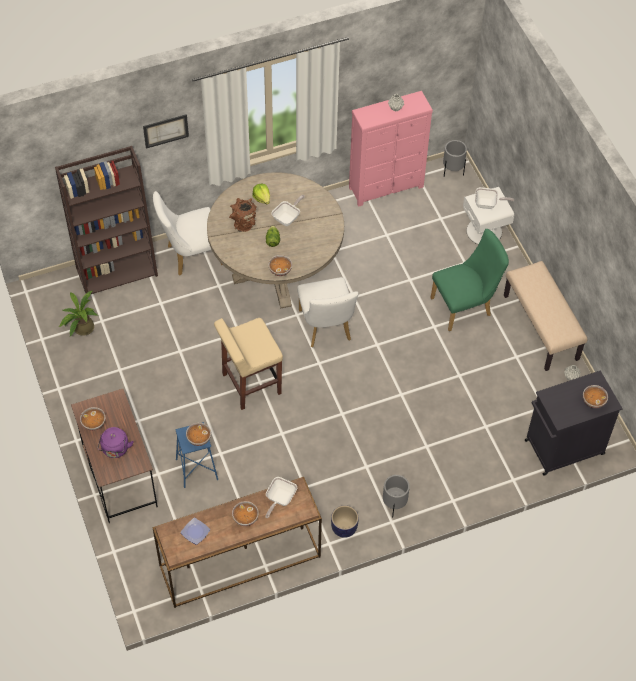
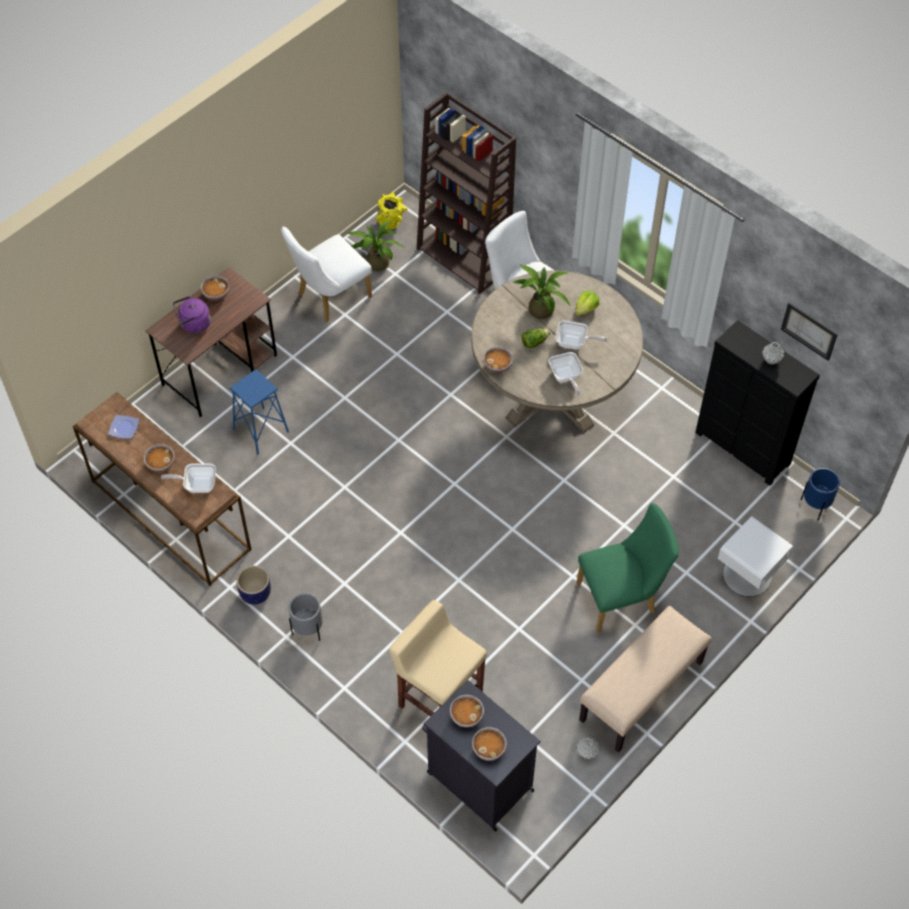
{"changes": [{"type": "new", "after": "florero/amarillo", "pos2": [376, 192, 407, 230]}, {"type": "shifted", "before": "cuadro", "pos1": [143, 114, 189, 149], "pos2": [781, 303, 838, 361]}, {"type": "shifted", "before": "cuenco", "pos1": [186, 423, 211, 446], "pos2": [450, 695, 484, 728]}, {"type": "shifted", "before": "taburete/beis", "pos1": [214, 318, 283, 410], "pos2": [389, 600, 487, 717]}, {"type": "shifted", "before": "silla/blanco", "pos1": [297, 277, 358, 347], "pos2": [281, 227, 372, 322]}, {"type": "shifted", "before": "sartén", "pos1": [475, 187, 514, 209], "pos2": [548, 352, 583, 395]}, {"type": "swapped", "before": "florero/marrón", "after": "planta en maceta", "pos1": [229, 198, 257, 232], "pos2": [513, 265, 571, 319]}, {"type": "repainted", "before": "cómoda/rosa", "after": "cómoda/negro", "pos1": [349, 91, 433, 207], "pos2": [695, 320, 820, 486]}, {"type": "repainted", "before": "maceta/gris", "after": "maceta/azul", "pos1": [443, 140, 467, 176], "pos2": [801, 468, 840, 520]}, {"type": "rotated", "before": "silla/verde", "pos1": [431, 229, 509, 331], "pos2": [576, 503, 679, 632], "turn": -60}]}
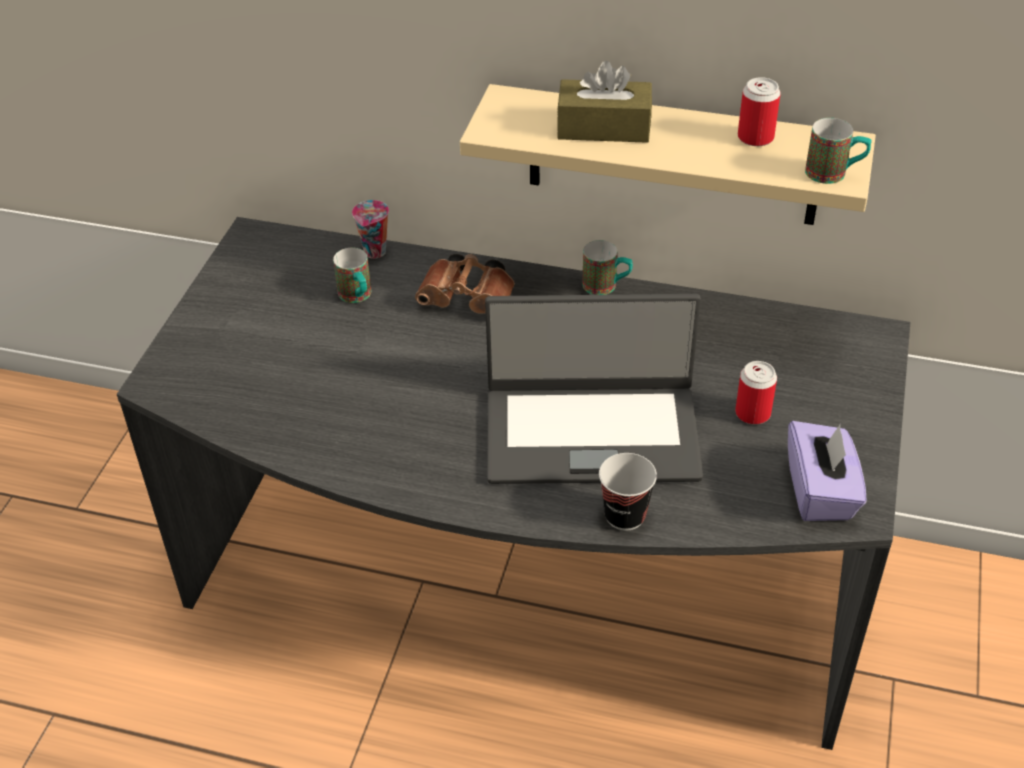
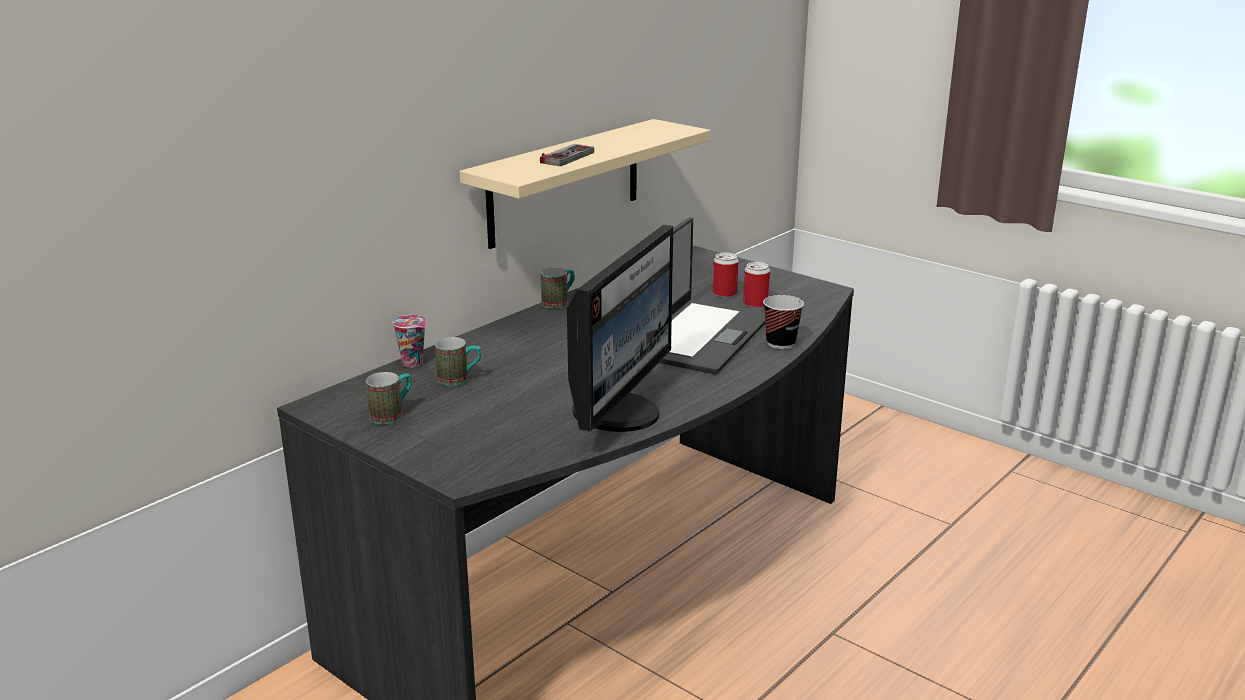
{"changes": [{"type": "gone", "before": "prismáticos/marrón", "pos1": [415, 254, 515, 313]}, {"type": "gone", "before": "caja de pañuelos/morado", "pos1": [788, 421, 867, 521]}, {"type": "new", "after": "monitor", "pos2": [567, 225, 673, 432]}, {"type": "shifted", "before": "lata", "pos1": [738, 77, 781, 146], "pos2": [743, 262, 770, 308]}, {"type": "shifted", "before": "taza grande", "pos1": [805, 118, 872, 184], "pos2": [366, 372, 411, 424]}, {"type": "swapped", "before": "caja de pañuelos/marrón", "after": "mando de consola", "pos1": [557, 61, 652, 143], "pos2": [540, 144, 594, 166]}]}
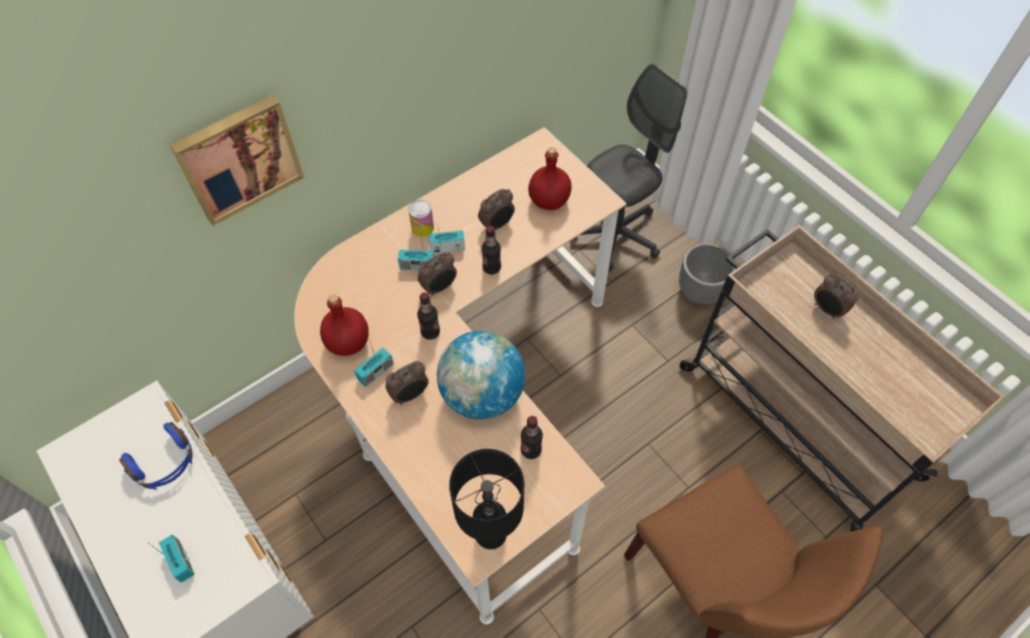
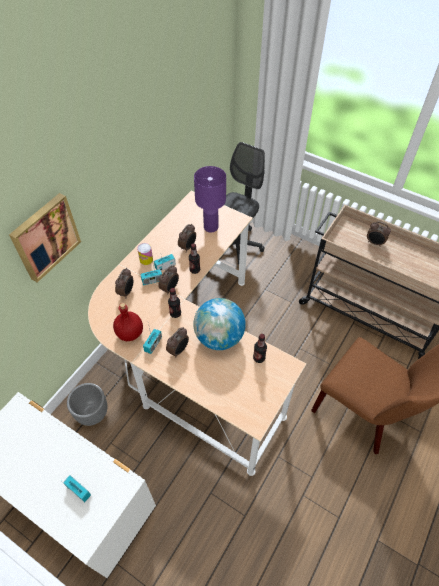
{"changes": [{"type": "gone", "before": "auriculares/azul", "pos1": [119, 422, 193, 490]}, {"type": "gone", "before": "lámpara de mesa/negro", "pos1": [449, 449, 524, 549]}, {"type": "new", "after": "despertador", "pos2": [115, 268, 133, 297]}, {"type": "shifted", "before": "maceta/gris", "pos1": [679, 243, 736, 304], "pos2": [67, 383, 107, 426]}, {"type": "swapped", "before": "botella/rojo", "after": "lámpara de mesa/morado", "pos1": [528, 147, 572, 210], "pos2": [194, 166, 226, 233]}]}
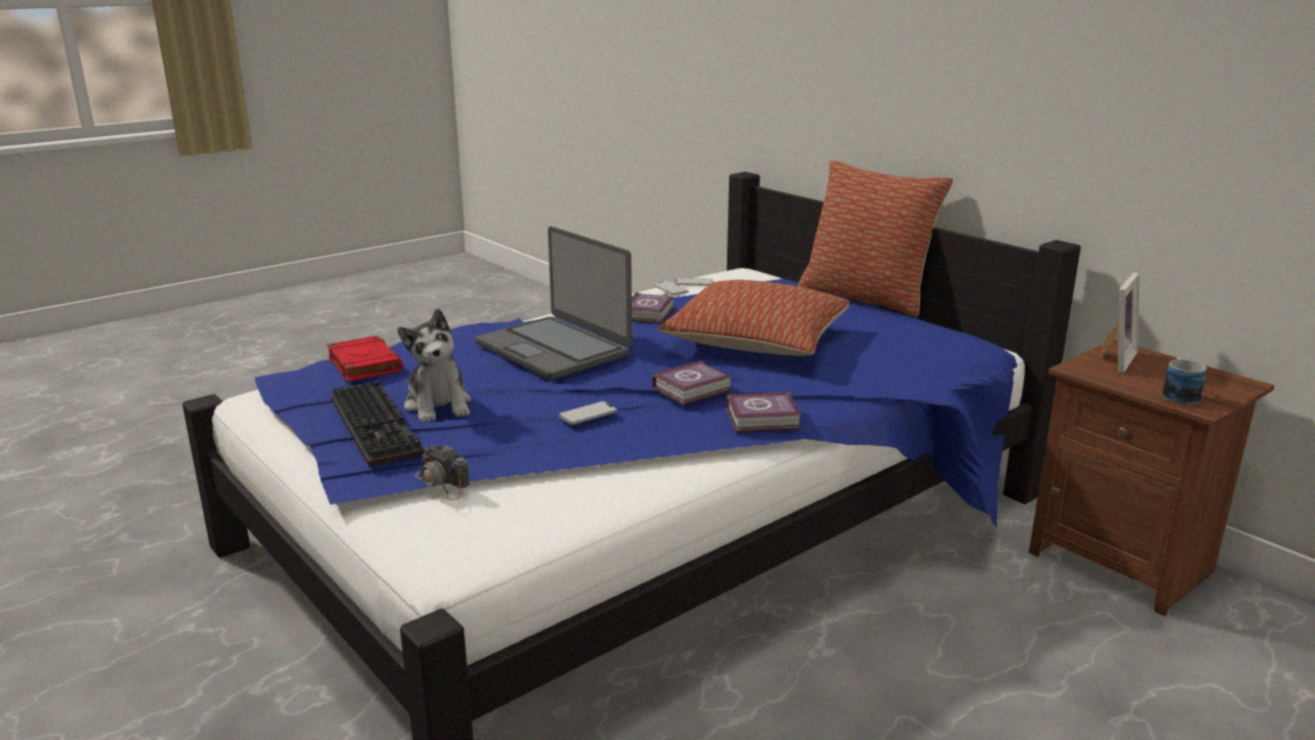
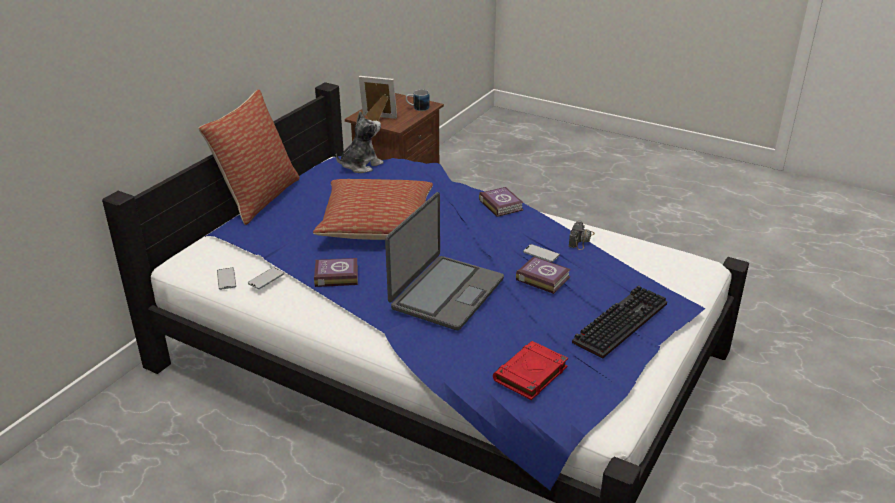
{"changes": [{"type": "shifted", "before": "peluche", "pos1": [397, 309, 471, 423], "pos2": [336, 111, 383, 173]}, {"type": "shifted", "before": "cámara", "pos1": [415, 445, 470, 500], "pos2": [569, 220, 595, 250]}, {"type": "shifted", "before": "libro", "pos1": [652, 360, 732, 405], "pos2": [516, 256, 571, 294]}]}
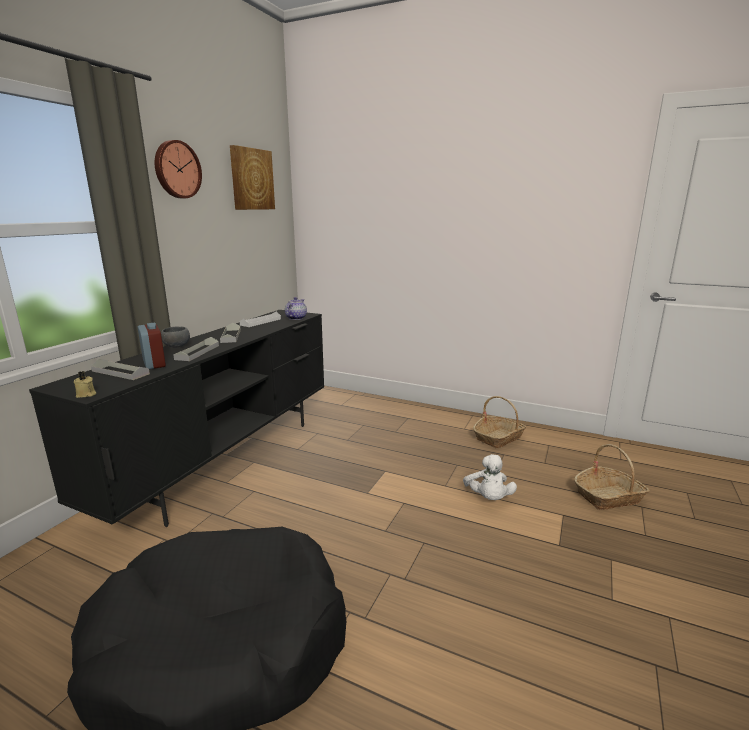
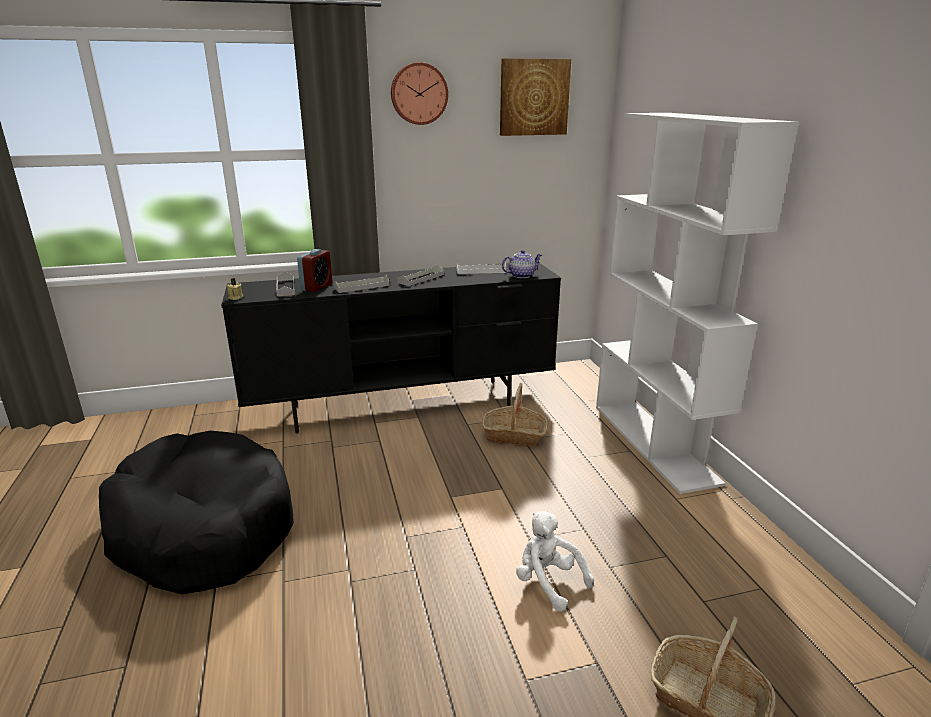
{"changes": [{"type": "gone", "before": "cuenco/gris", "pos1": [161, 327, 190, 347]}, {"type": "new", "after": "estantería/blanco", "pos2": [596, 113, 799, 494]}, {"type": "shifted", "before": "cesta", "pos1": [473, 396, 526, 448], "pos2": [482, 383, 548, 446]}, {"type": "rotated", "before": "peluche/blanco", "pos1": [463, 454, 517, 500], "pos2": [516, 511, 594, 612], "turn": 90}]}
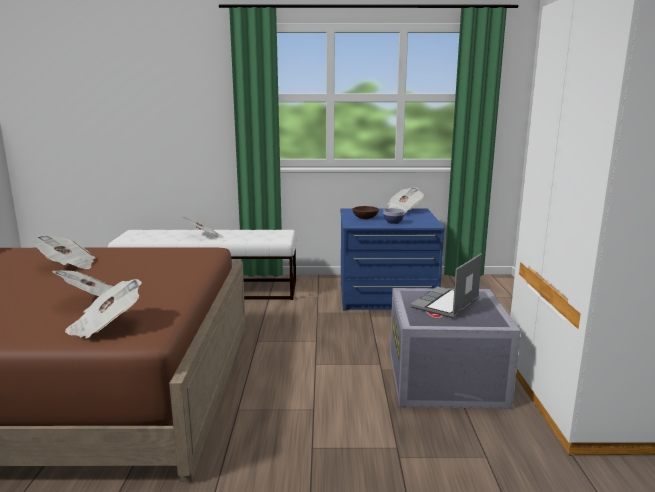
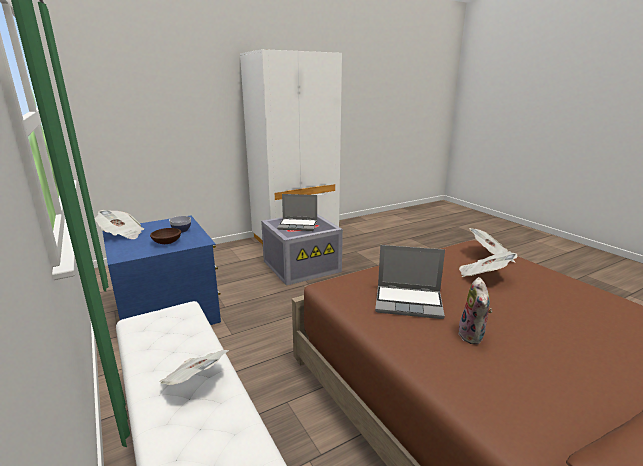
{"changes": [{"type": "new", "after": "portátil", "pos2": [375, 245, 445, 319]}, {"type": "swapped", "before": "periódico", "after": "peluche", "pos1": [35, 235, 95, 269], "pos2": [458, 277, 492, 345]}]}
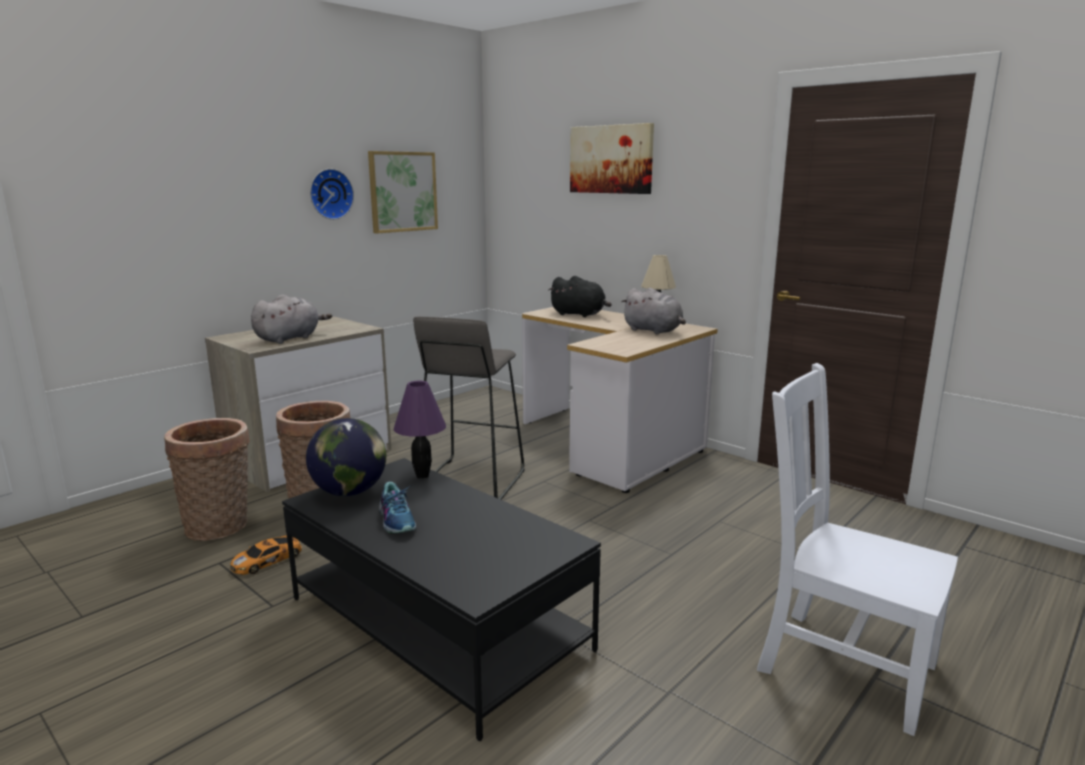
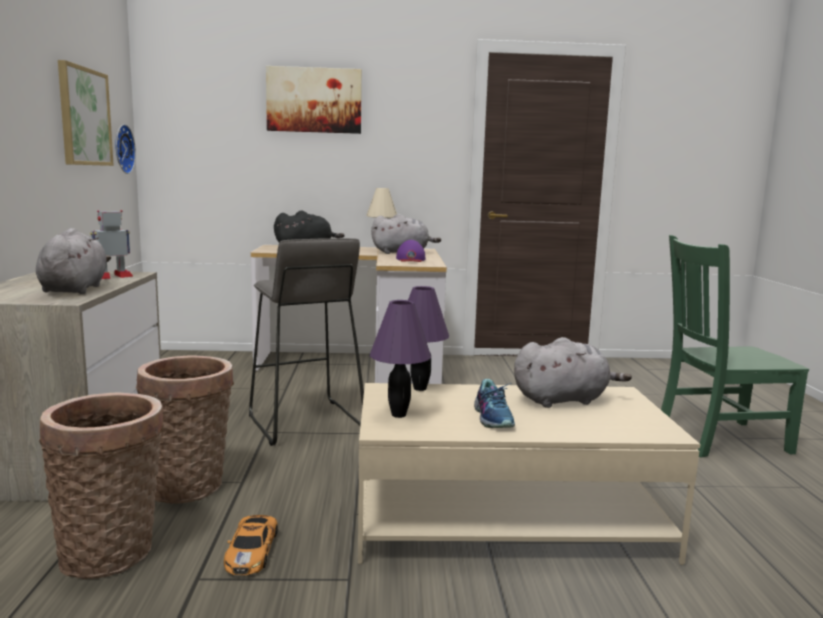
{"changes": [{"type": "new", "after": "robot de juguete", "pos2": [90, 210, 134, 279]}, {"type": "new", "after": "gorra/morado", "pos2": [396, 240, 425, 262]}, {"type": "new", "after": "peluche/gris", "pos2": [514, 337, 632, 408]}, {"type": "shifted", "before": "reloj de pared", "pos1": [310, 169, 354, 220], "pos2": [115, 124, 136, 174]}, {"type": "swapped", "before": "globo terráqueo", "after": "lámpara de mesa/morado", "pos1": [306, 418, 386, 496], "pos2": [370, 300, 431, 418]}, {"type": "repainted", "before": "mesa de centro/negro", "after": "mesa de centro/beis", "pos1": [282, 458, 601, 741], "pos2": [358, 383, 700, 565]}, {"type": "repainted", "before": "silla/blanco", "after": "silla/verde", "pos1": [757, 363, 958, 736], "pos2": [661, 235, 809, 457]}, {"type": "rotated", "before": "zapato", "pos1": [379, 482, 416, 534], "pos2": [474, 379, 515, 428], "turn": 60}]}
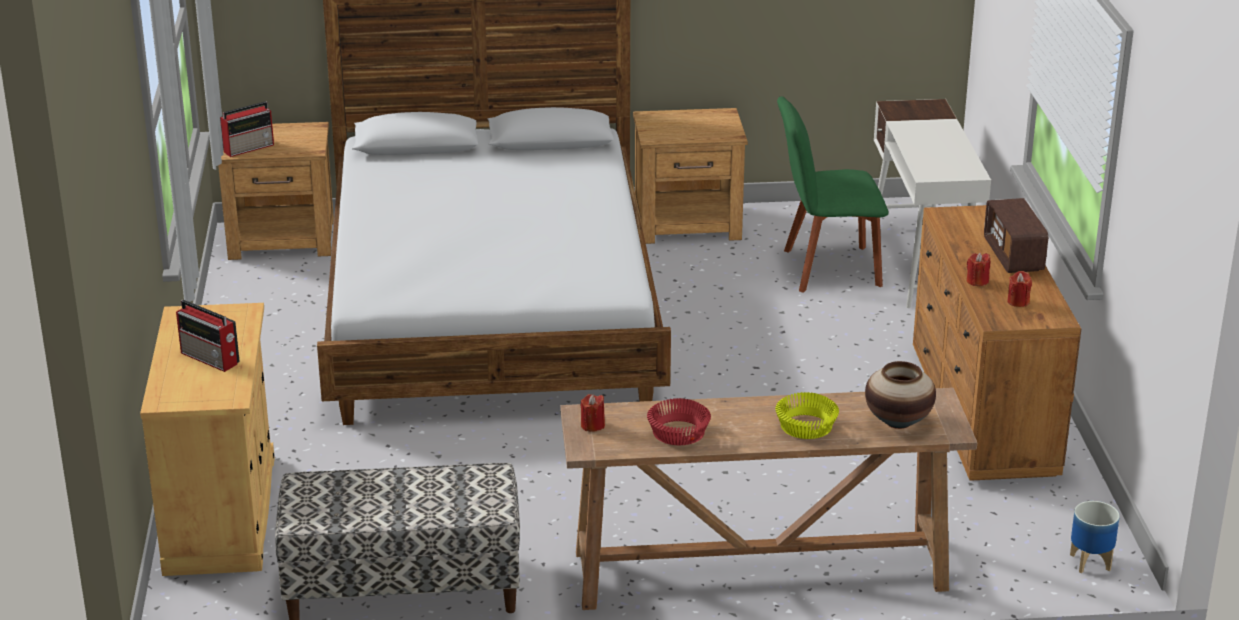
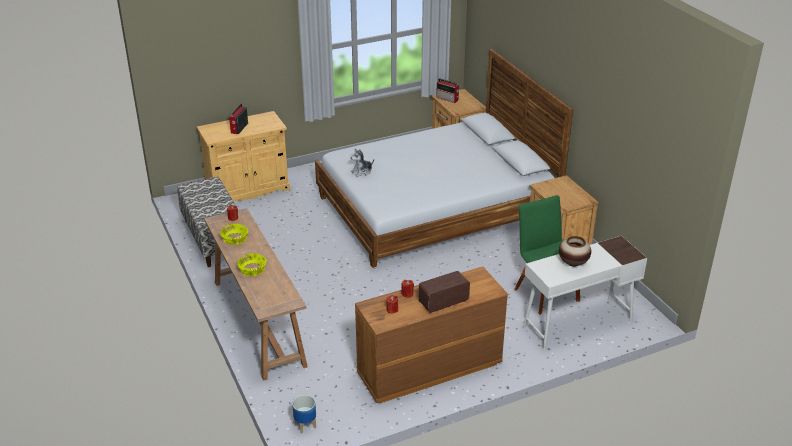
{"changes": [{"type": "new", "after": "peluche", "pos2": [351, 148, 374, 177]}, {"type": "shifted", "before": "florero", "pos1": [865, 361, 936, 429], "pos2": [559, 236, 591, 267]}, {"type": "repainted", "before": "cuenco/rojo", "after": "cuenco/amarillo", "pos1": [647, 398, 711, 445], "pos2": [220, 224, 248, 245]}]}
